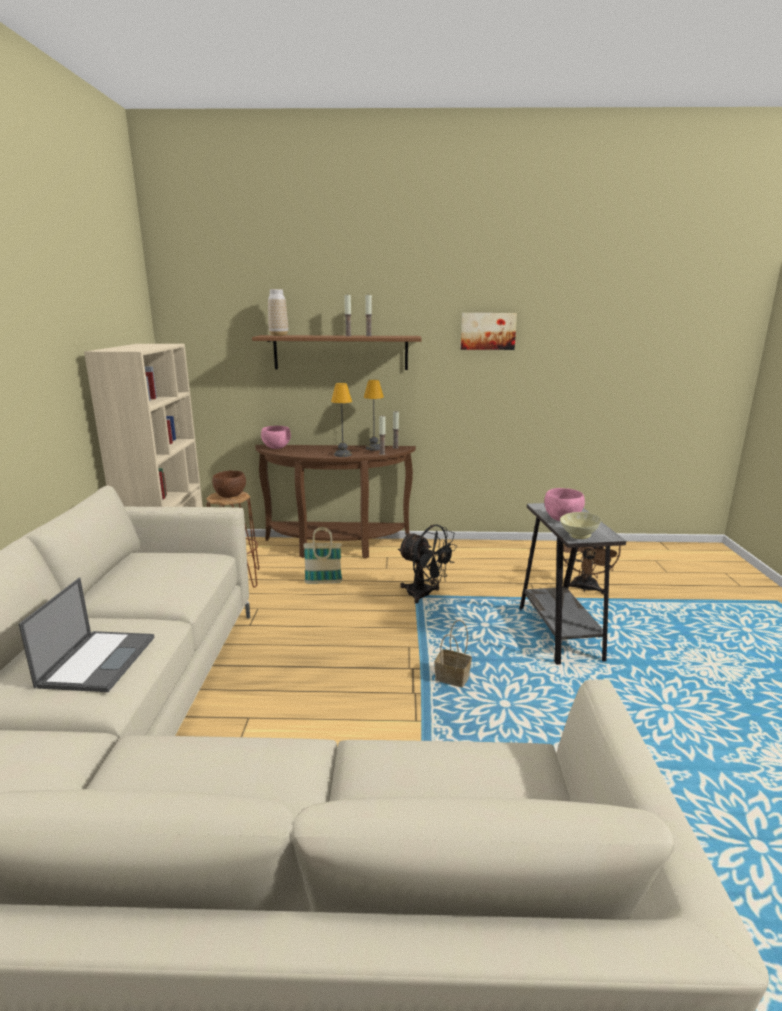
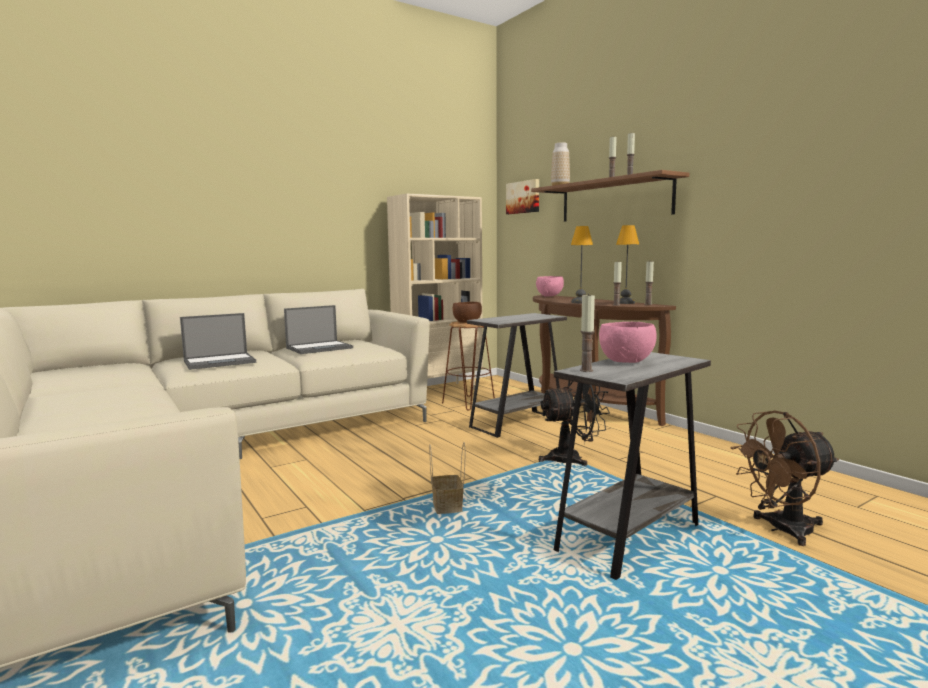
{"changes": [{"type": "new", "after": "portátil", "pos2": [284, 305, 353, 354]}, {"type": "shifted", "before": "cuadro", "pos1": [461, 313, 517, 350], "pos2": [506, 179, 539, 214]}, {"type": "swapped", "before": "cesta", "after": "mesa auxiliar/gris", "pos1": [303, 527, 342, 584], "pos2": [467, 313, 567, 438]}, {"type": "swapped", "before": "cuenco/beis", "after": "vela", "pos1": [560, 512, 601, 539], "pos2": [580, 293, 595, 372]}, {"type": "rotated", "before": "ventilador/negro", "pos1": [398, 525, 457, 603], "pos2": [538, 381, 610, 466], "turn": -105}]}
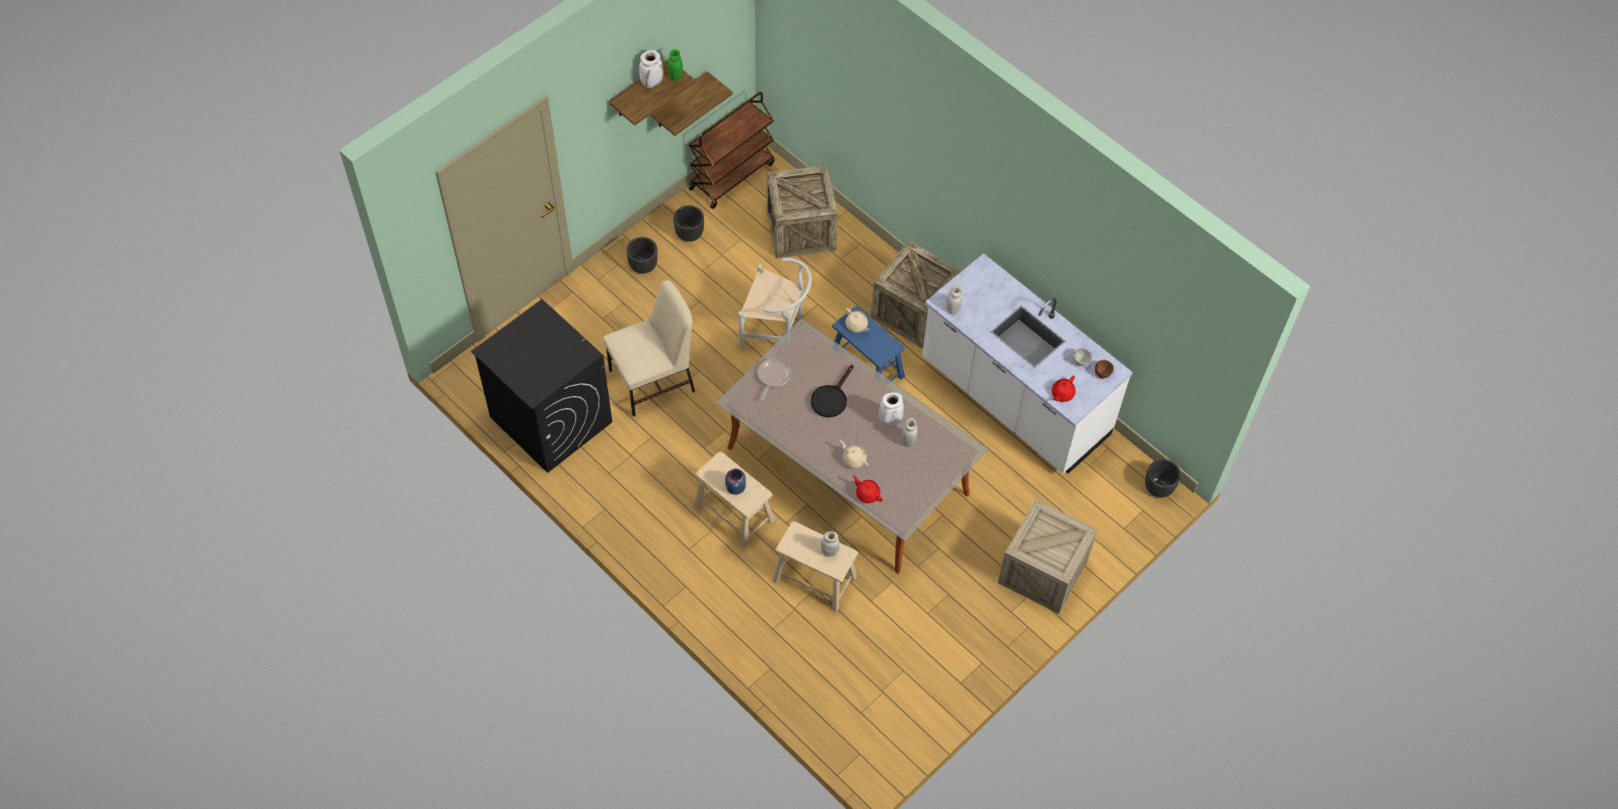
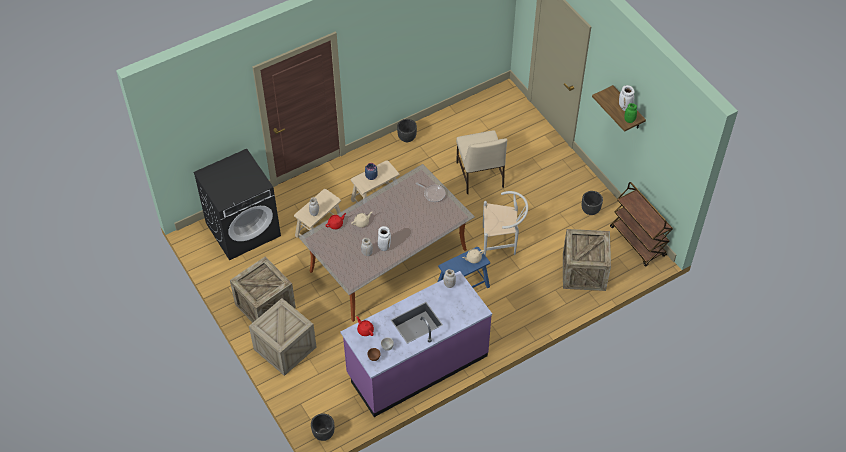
{"changes": [{"type": "gone", "before": "estante", "pos1": [650, 71, 733, 136]}, {"type": "gone", "before": "sartén/negro", "pos1": [811, 365, 854, 417]}, {"type": "shifted", "before": "lavadora/negro", "pos1": [471, 299, 612, 473], "pos2": [193, 149, 281, 260]}, {"type": "shifted", "before": "maceta/negro", "pos1": [626, 237, 658, 274], "pos2": [397, 119, 417, 142]}, {"type": "shifted", "before": "caja de embalaje", "pos1": [871, 240, 962, 348], "pos2": [230, 257, 296, 323]}, {"type": "repainted", "before": "mueble bajo de cocina/blanco", "after": "mueble bajo de cocina/morado", "pos1": [922, 253, 1133, 474], "pos2": [340, 271, 492, 417]}, {"type": "rotated", "before": "silla/blanco", "pos1": [738, 258, 812, 350], "pos2": [483, 191, 528, 256], "turn": -120}]}
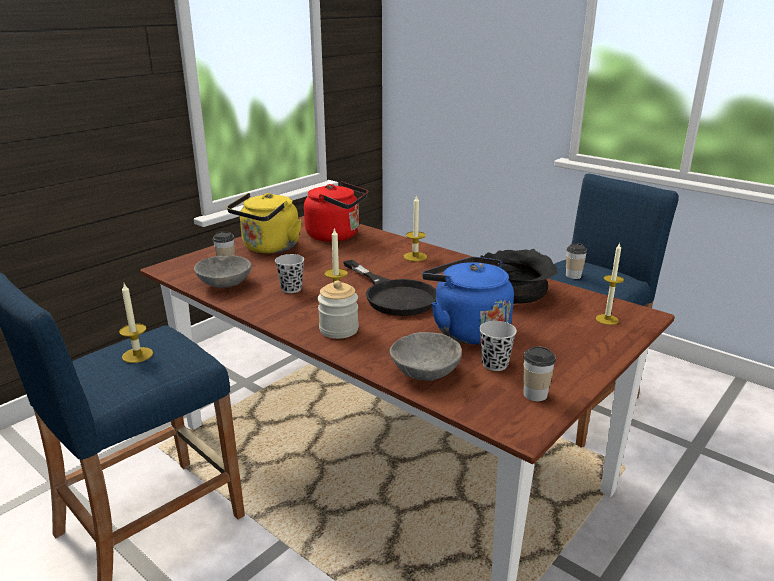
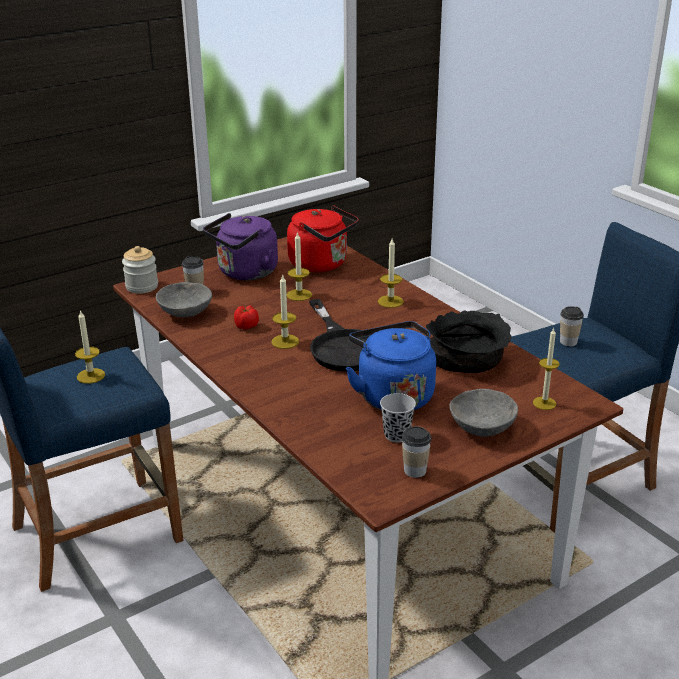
{"changes": [{"type": "new", "after": "vela", "pos2": [287, 232, 312, 301]}, {"type": "shifted", "before": "tarro", "pos1": [318, 281, 359, 339], "pos2": [122, 246, 158, 294]}, {"type": "shifted", "before": "cuenco/gris", "pos1": [390, 332, 462, 381], "pos2": [450, 389, 518, 437]}, {"type": "swapped", "before": "taza/negro", "after": "tomate", "pos1": [275, 254, 304, 293], "pos2": [234, 306, 259, 329]}, {"type": "repainted", "before": "hervidor/amarillo", "after": "hervidor/morado", "pos1": [227, 193, 302, 254], "pos2": [203, 213, 278, 280]}]}
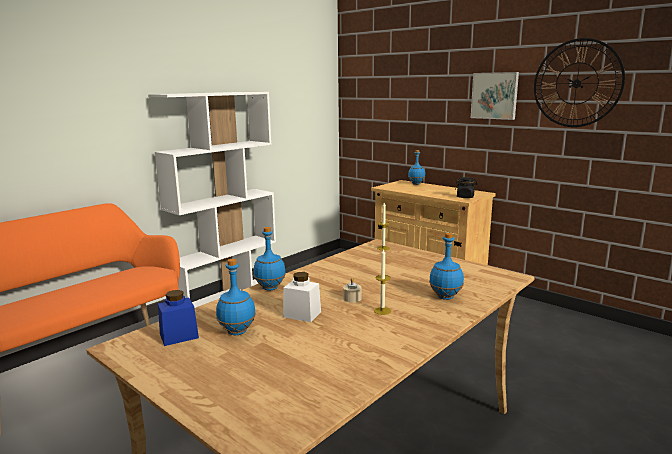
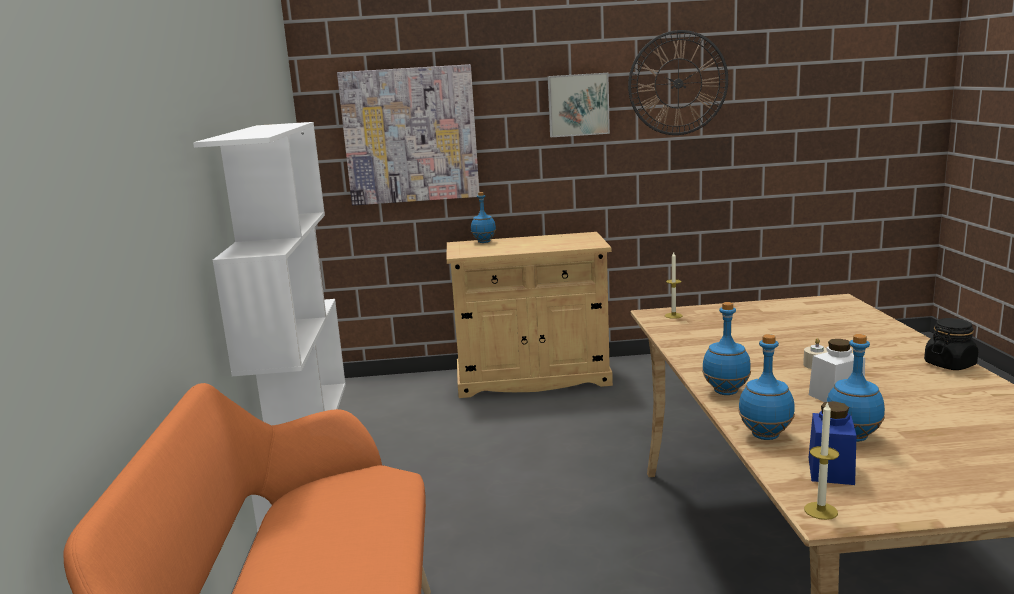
{"changes": [{"type": "new", "after": "cuadro", "pos2": [337, 64, 479, 205]}, {"type": "shifted", "before": "vela", "pos1": [374, 248, 391, 315], "pos2": [804, 401, 839, 520]}, {"type": "shifted", "before": "botella/azul", "pos1": [429, 233, 464, 300], "pos2": [738, 334, 795, 440]}, {"type": "shifted", "before": "tarro/negro", "pos1": [455, 177, 478, 198], "pos2": [924, 318, 978, 370]}]}
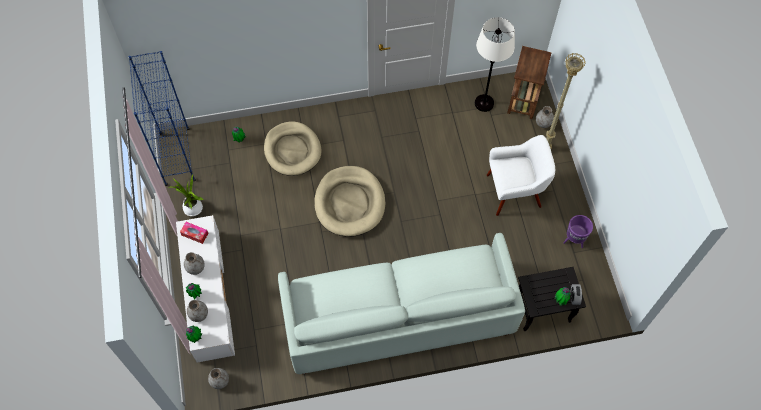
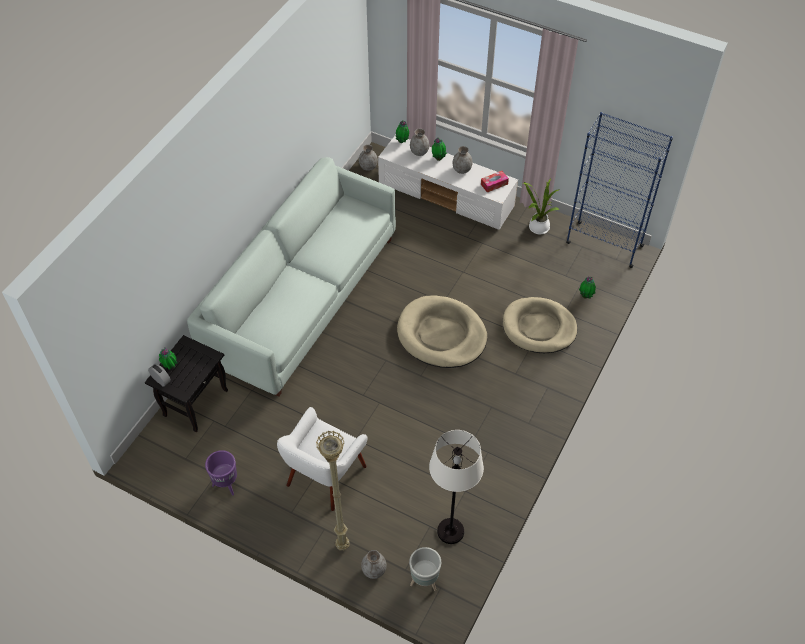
{"changes": [{"type": "swapped", "before": "mesa auxiliar/marrón", "after": "maceta/gris", "pos1": [507, 46, 552, 119], "pos2": [409, 547, 441, 591]}]}
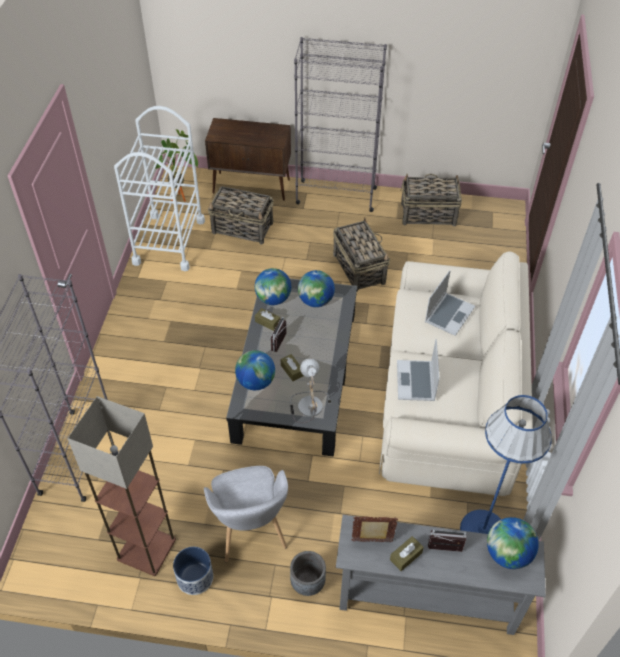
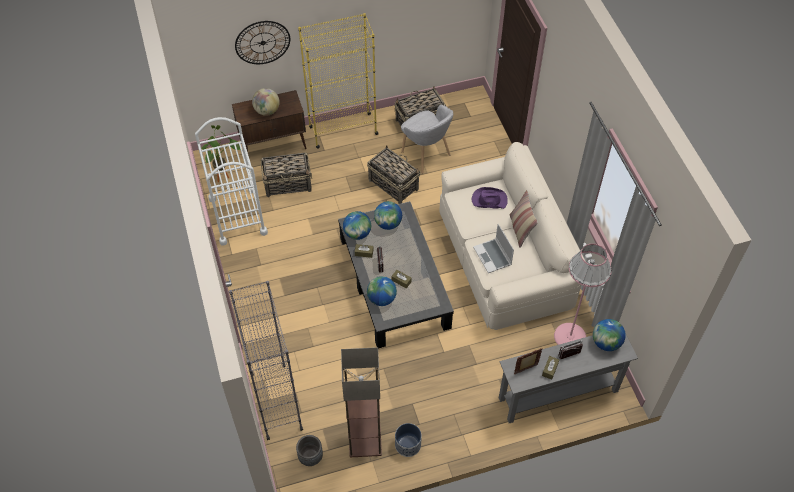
{"changes": [{"type": "gone", "before": "lámpara de mesa", "pos1": [290, 358, 331, 423]}, {"type": "new", "after": "reloj de pared", "pos2": [235, 21, 290, 64]}, {"type": "new", "after": "globo terráqueo", "pos2": [252, 88, 280, 116]}, {"type": "new", "after": "cojín", "pos2": [510, 190, 538, 248]}, {"type": "shifted", "before": "sillón/gris", "pos1": [204, 466, 288, 563], "pos2": [401, 105, 453, 174]}, {"type": "shifted", "before": "maceta/gris", "pos1": [290, 551, 326, 596], "pos2": [296, 435, 323, 466]}, {"type": "swapped", "before": "portátil", "after": "sombrero/morado", "pos1": [425, 270, 475, 336], "pos2": [472, 187, 508, 209]}, {"type": "repainted", "before": "estantería/gris", "after": "estantería/amarillo", "pos1": [294, 37, 387, 212], "pos2": [298, 13, 379, 149]}, {"type": "repainted", "before": "lámpara de pie/azul", "after": "lámpara de pie/rosa", "pos1": [460, 395, 552, 534], "pos2": [554, 244, 612, 345]}]}
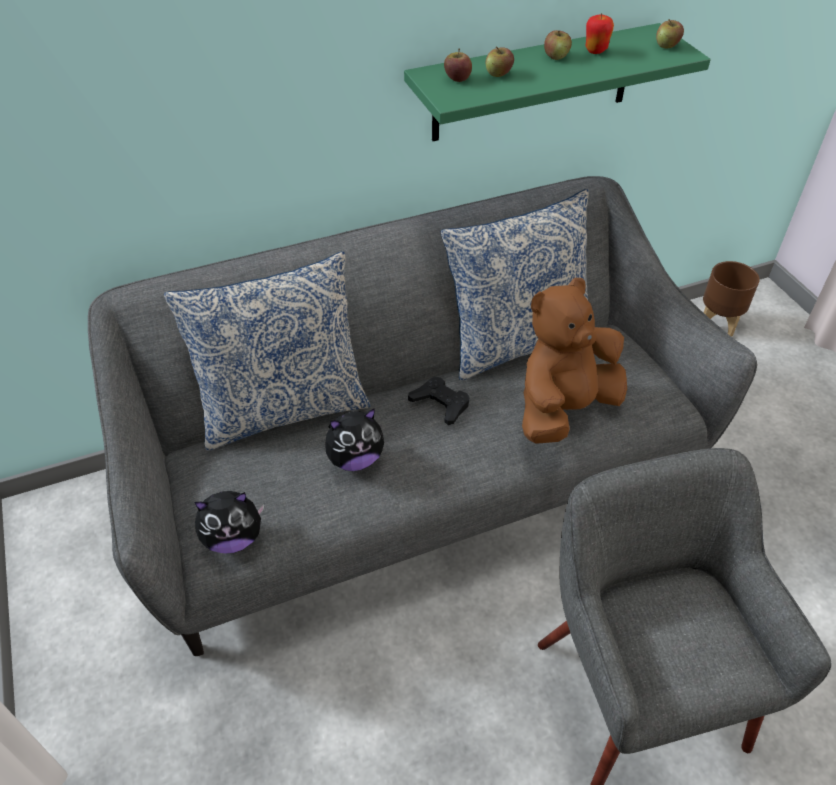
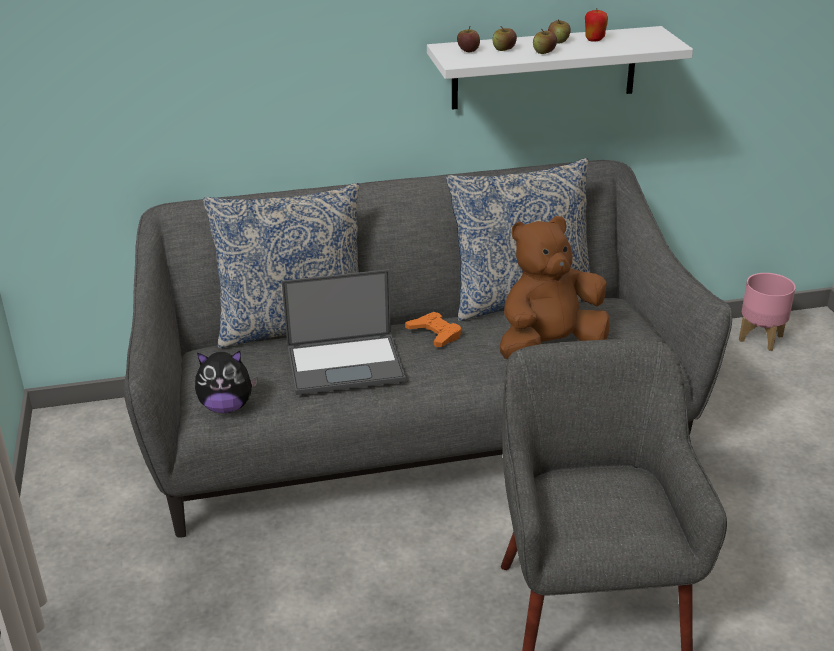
{"changes": [{"type": "shifted", "before": "manzana", "pos1": [656, 19, 684, 48], "pos2": [533, 29, 557, 54]}, {"type": "swapped", "before": "peluche", "after": "portátil", "pos1": [325, 408, 384, 471], "pos2": [282, 269, 406, 395]}, {"type": "repainted", "before": "estante/verde", "after": "estante/blanco", "pos1": [404, 23, 711, 141], "pos2": [427, 26, 693, 110]}, {"type": "repainted", "before": "mando de consola/negro", "after": "mando de consola/naranja", "pos1": [408, 376, 470, 425], "pos2": [405, 312, 461, 347]}, {"type": "repainted", "before": "maceta/marrón", "after": "maceta/rosa", "pos1": [703, 261, 760, 337], "pos2": [739, 273, 796, 351]}]}
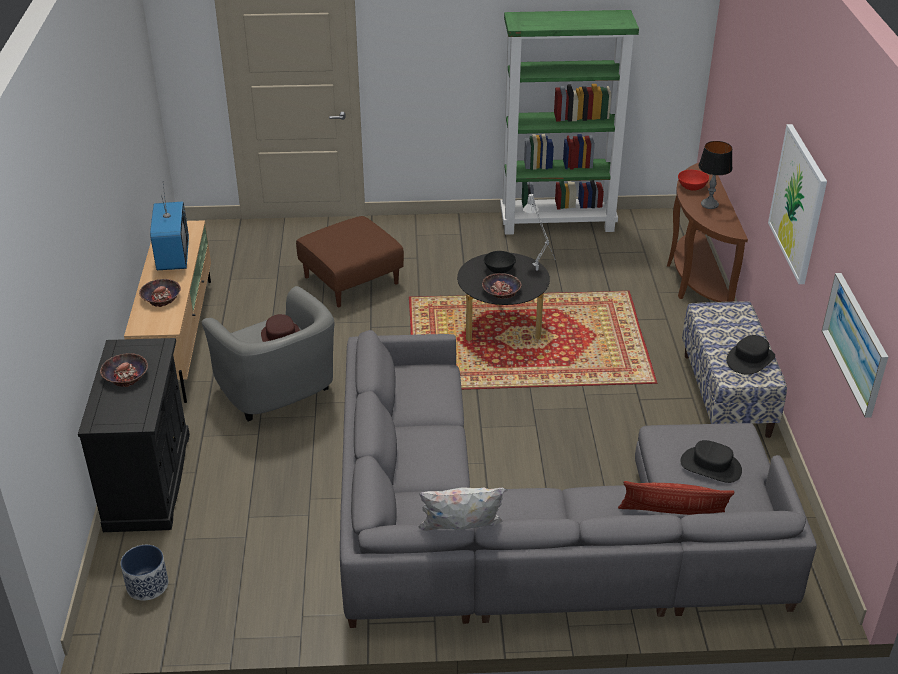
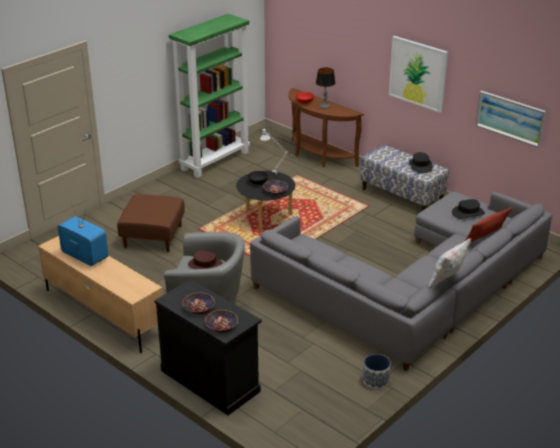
{"changes": [{"type": "shifted", "before": "maceta", "pos1": [121, 545, 168, 601], "pos2": [363, 354, 391, 389]}, {"type": "shifted", "before": "cuenco", "pos1": [139, 279, 181, 307], "pos2": [205, 310, 238, 333]}]}
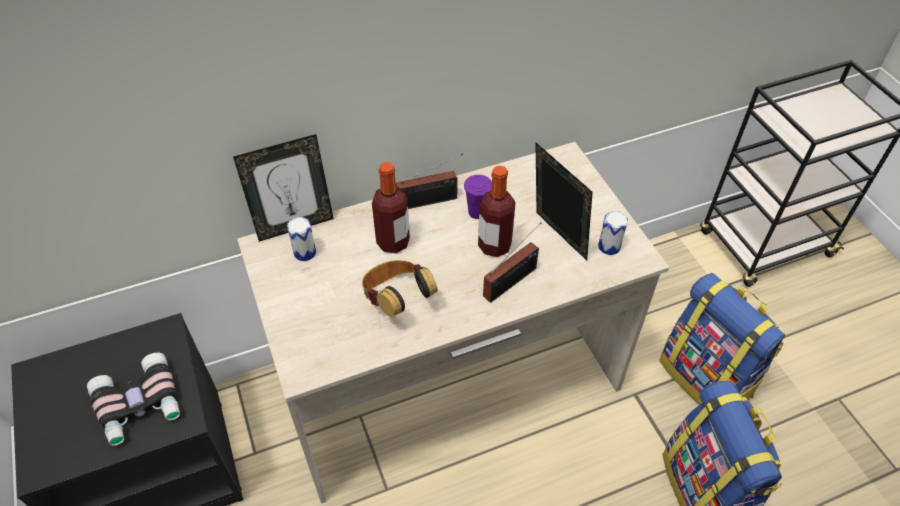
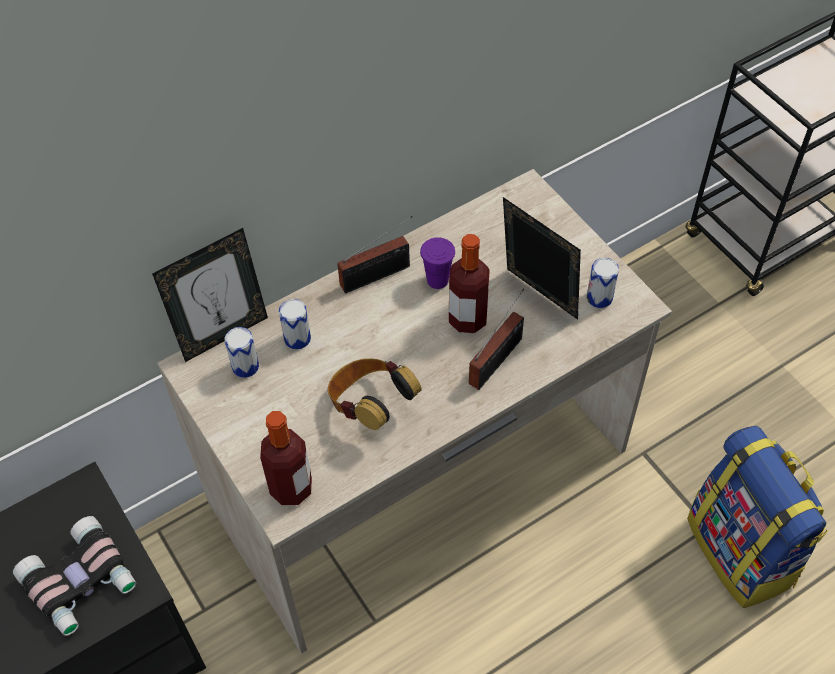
{"changes": [{"type": "gone", "before": "mochila", "pos1": [660, 273, 785, 405]}, {"type": "new", "after": "lata", "pos2": [279, 299, 311, 349]}, {"type": "shifted", "before": "botella", "pos1": [372, 162, 410, 253], "pos2": [260, 411, 312, 505]}]}
